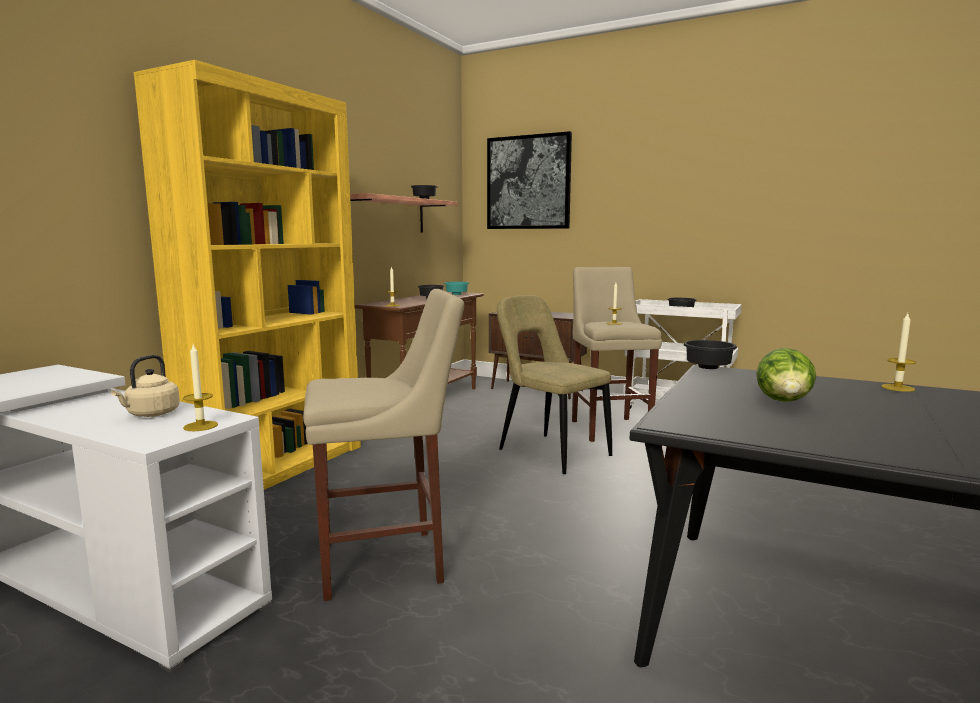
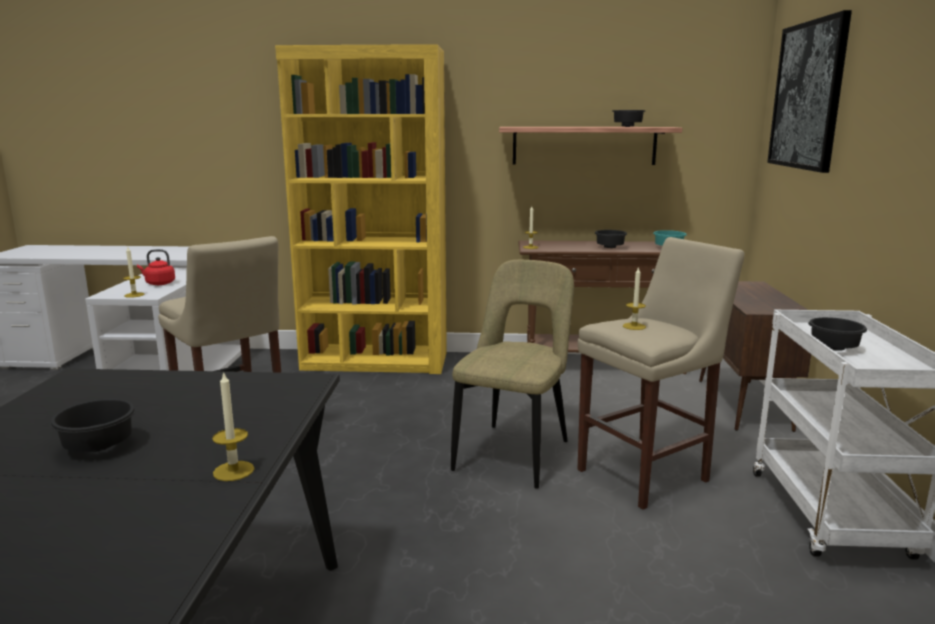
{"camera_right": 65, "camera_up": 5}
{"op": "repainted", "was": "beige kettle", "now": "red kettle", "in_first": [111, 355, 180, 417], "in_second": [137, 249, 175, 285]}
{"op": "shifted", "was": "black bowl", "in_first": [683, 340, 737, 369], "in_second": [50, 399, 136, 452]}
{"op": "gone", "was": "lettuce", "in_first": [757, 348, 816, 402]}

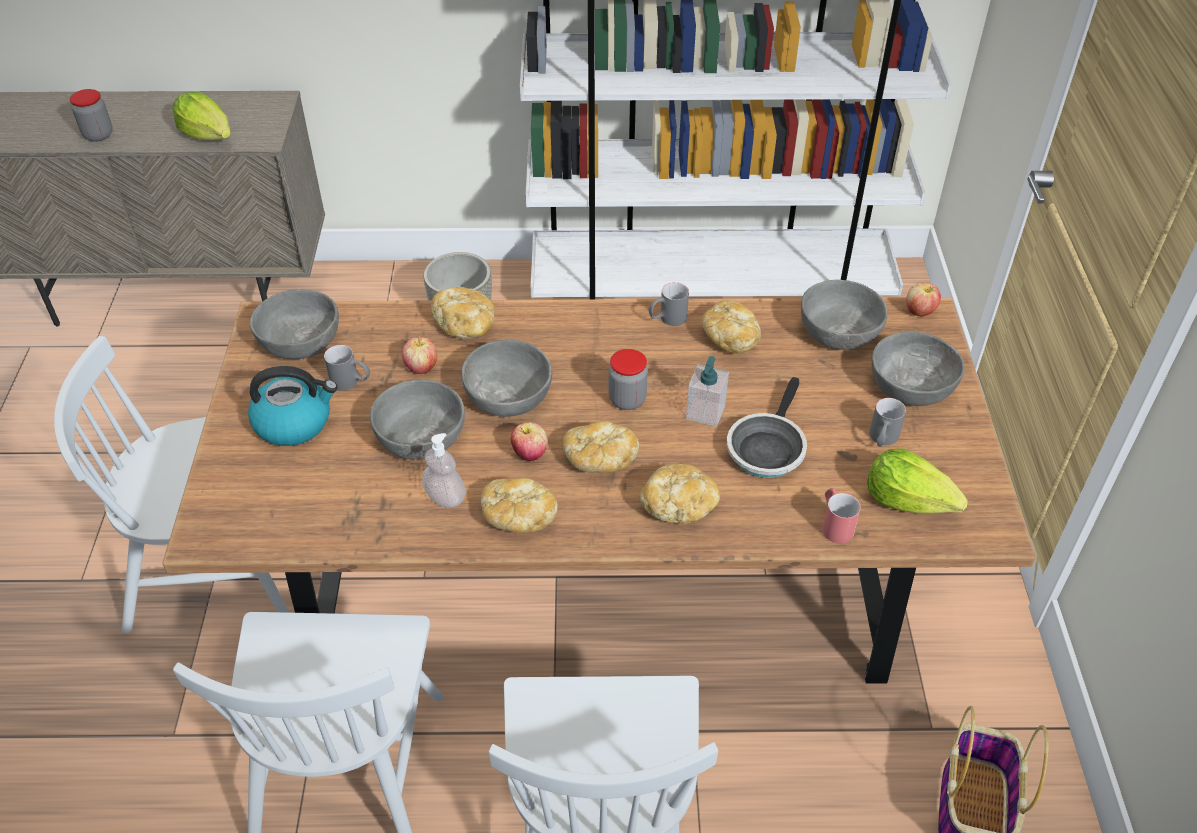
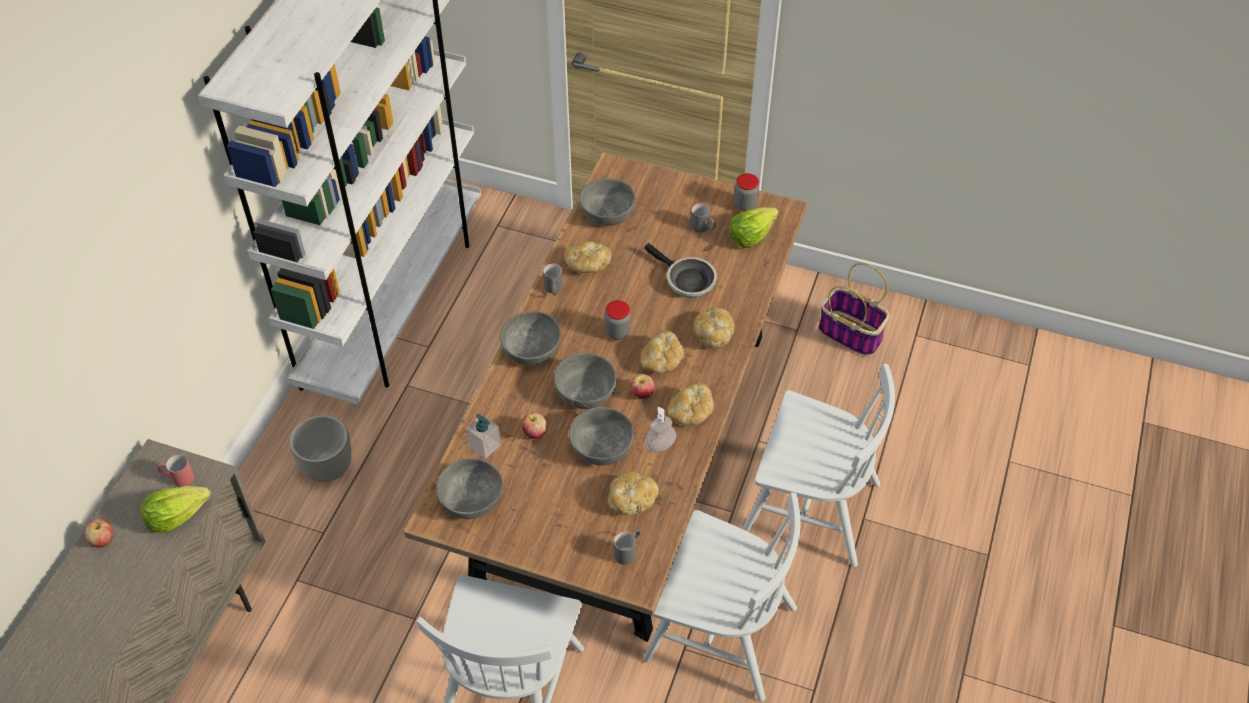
{"camera_right": -70, "camera_up": 5}
{"op": "shifted", "was": "jar", "in_first": [70, 89, 113, 142], "in_second": [734, 173, 759, 211]}
{"op": "gone", "was": "kettle", "in_first": [248, 366, 338, 446]}
{"op": "shifted", "was": "grey mug", "in_first": [324, 345, 370, 391], "in_second": [614, 529, 641, 565]}
{"op": "shifted", "was": "bread", "in_first": [431, 287, 495, 339], "in_second": [608, 472, 659, 515]}
{"op": "shifted", "was": "soap dispenser", "in_first": [686, 356, 729, 427], "in_second": [466, 414, 501, 459]}
{"op": "shifted", "was": "red mug", "in_first": [822, 488, 861, 544], "in_second": [157, 455, 194, 487]}
{"op": "shifted", "was": "grey bowl", "in_first": [871, 332, 965, 406], "in_second": [500, 311, 561, 366]}
{"op": "shifted", "was": "apple", "in_first": [906, 282, 941, 316], "in_second": [85, 519, 113, 548]}

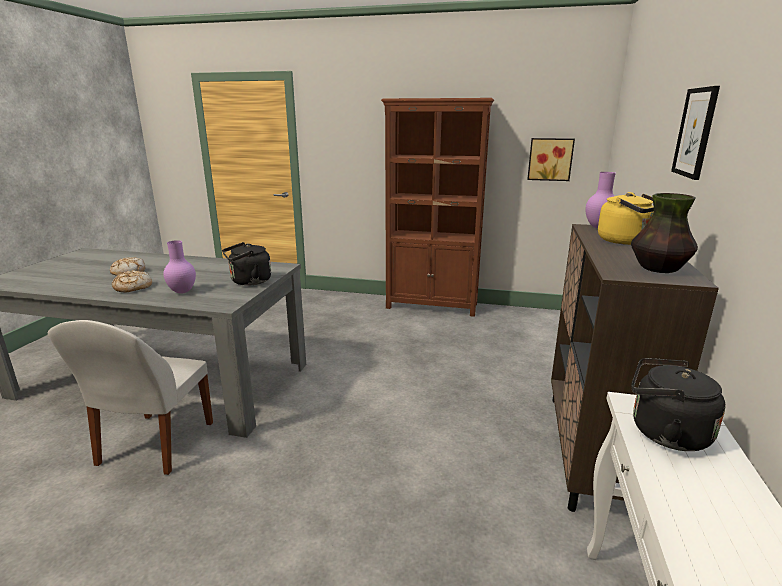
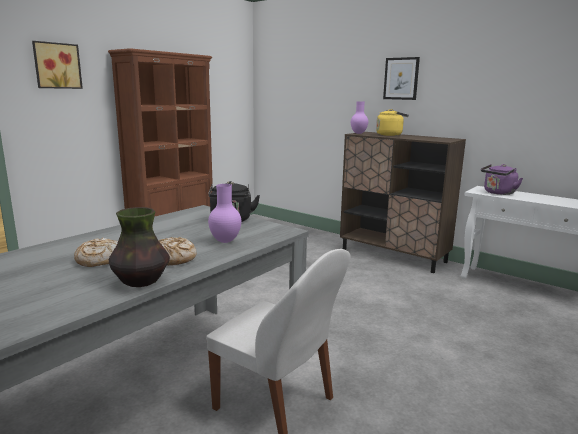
{"camera_right": -65, "camera_up": -5}
{"op": "shifted", "was": "picture", "in_first": [527, 138, 575, 181], "in_second": [32, 41, 83, 89]}
{"op": "shifted", "was": "vase", "in_first": [631, 193, 698, 273], "in_second": [109, 207, 170, 287]}
{"op": "repainted", "was": "black kettle", "now": "purple kettle", "in_first": [631, 358, 726, 451], "in_second": [481, 164, 523, 195]}

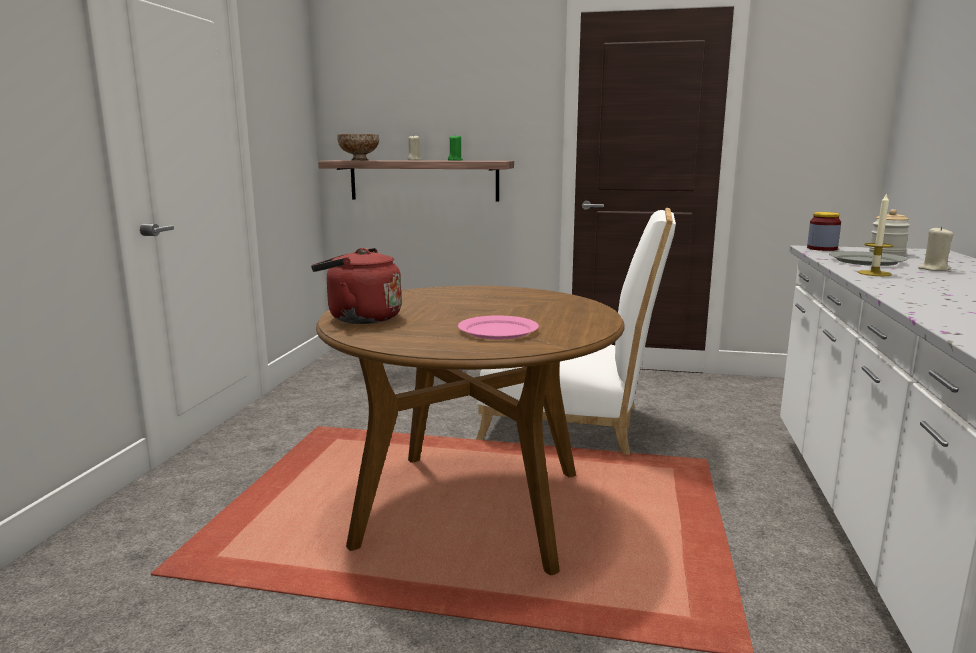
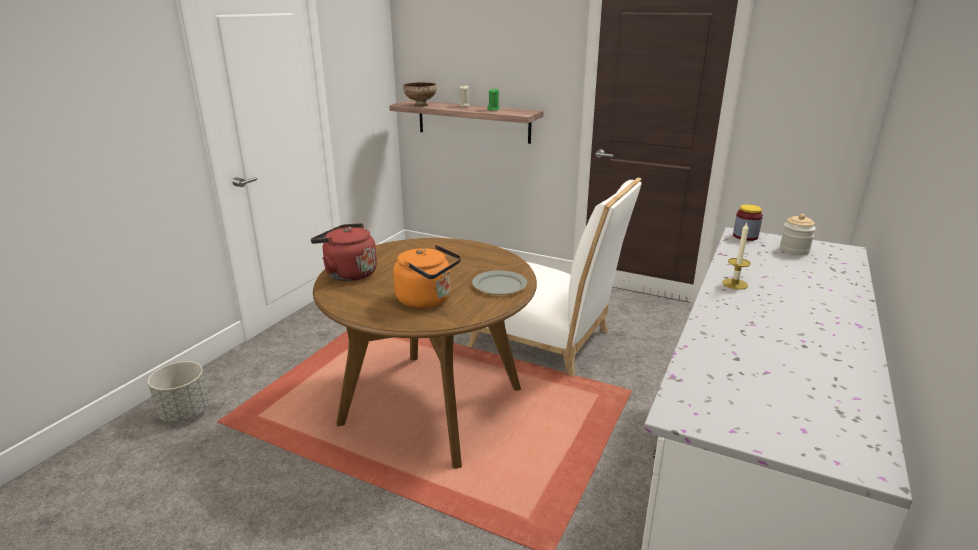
{"camera_right": 15, "camera_up": 10}
{"op": "swapped", "was": "pink plate", "now": "orange kettle", "in_first": [458, 315, 539, 339], "in_second": [393, 245, 461, 308]}
{"op": "shifted", "was": "grey plate", "in_first": [829, 251, 907, 266], "in_second": [472, 270, 527, 295]}
{"op": "gone", "was": "beige candle", "in_first": [918, 226, 954, 271]}
{"op": "new", "now": "grey planter", "in_second": [148, 361, 210, 422]}

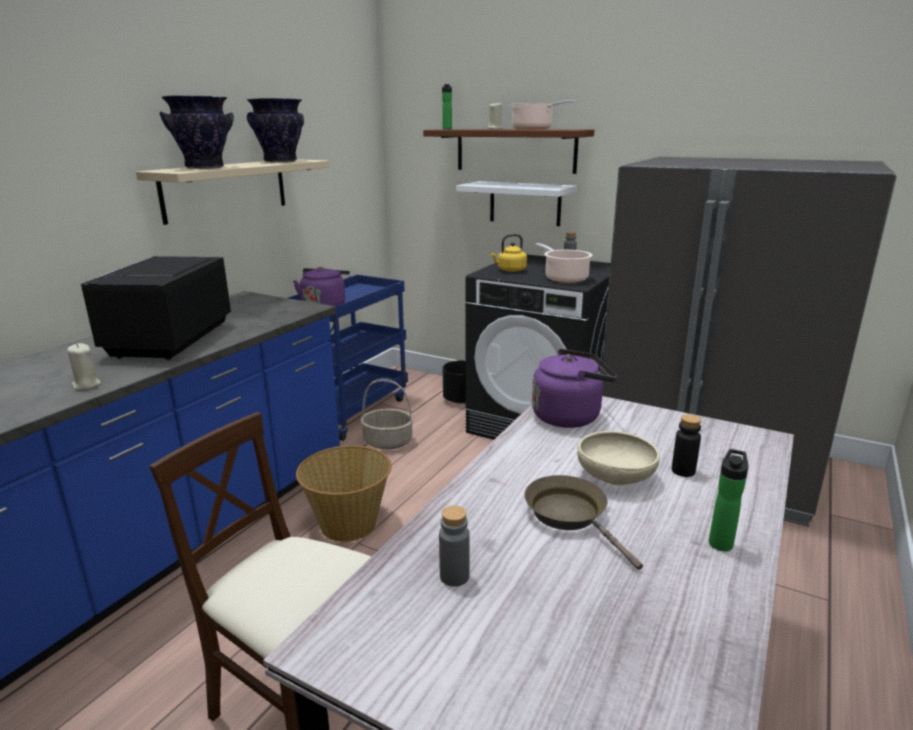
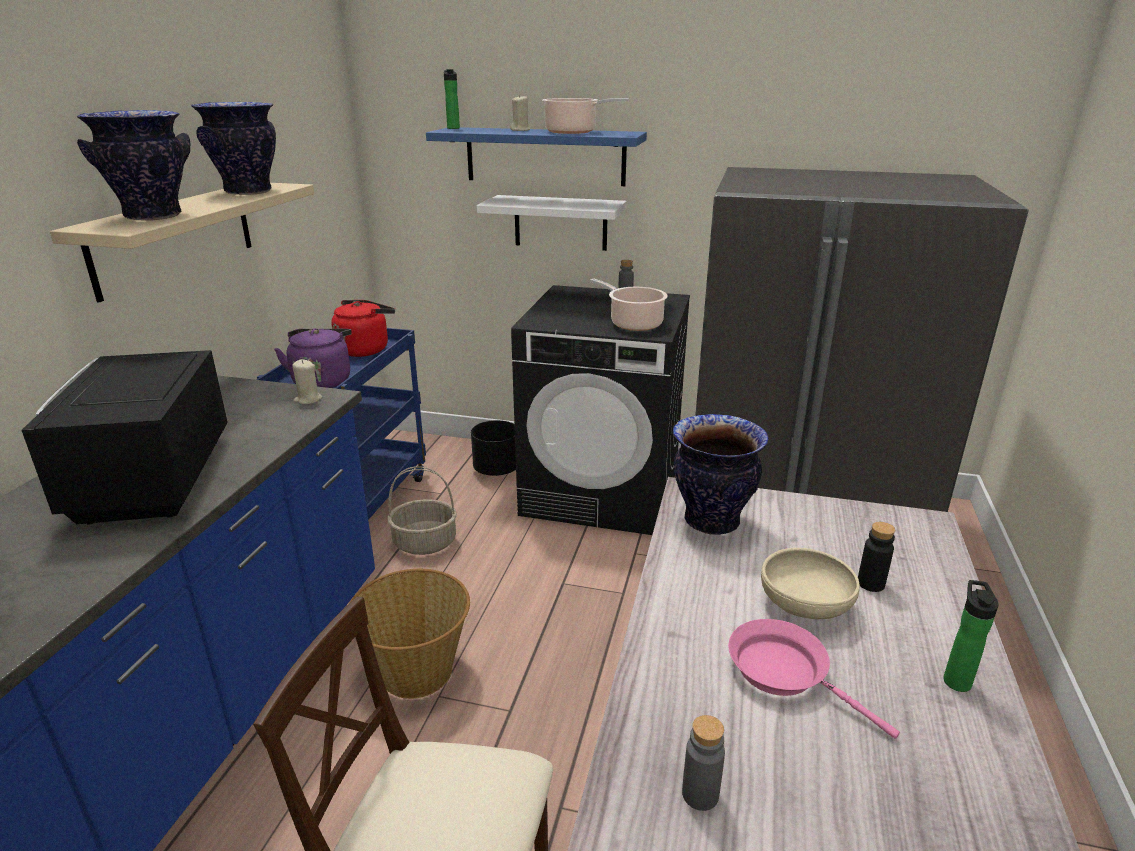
{"camera_right": -15, "camera_up": 5}
{"op": "shifted", "was": "beige candle", "in_first": [67, 343, 101, 390], "in_second": [292, 359, 322, 404]}
{"op": "repainted", "was": "brown shelf", "now": "blue shelf", "in_first": [423, 129, 594, 174], "in_second": [426, 127, 647, 186]}
{"op": "gone", "was": "yellow kettle", "in_first": [490, 234, 527, 272]}
{"op": "repainted", "was": "brown frying pan", "now": "pink frying pan", "in_first": [524, 475, 643, 570], "in_second": [728, 619, 900, 739]}
{"op": "swapped", "was": "purple kettle", "now": "vase", "in_first": [532, 349, 617, 428], "in_second": [673, 414, 769, 535]}
{"op": "new", "now": "red kettle", "in_second": [331, 300, 395, 357]}

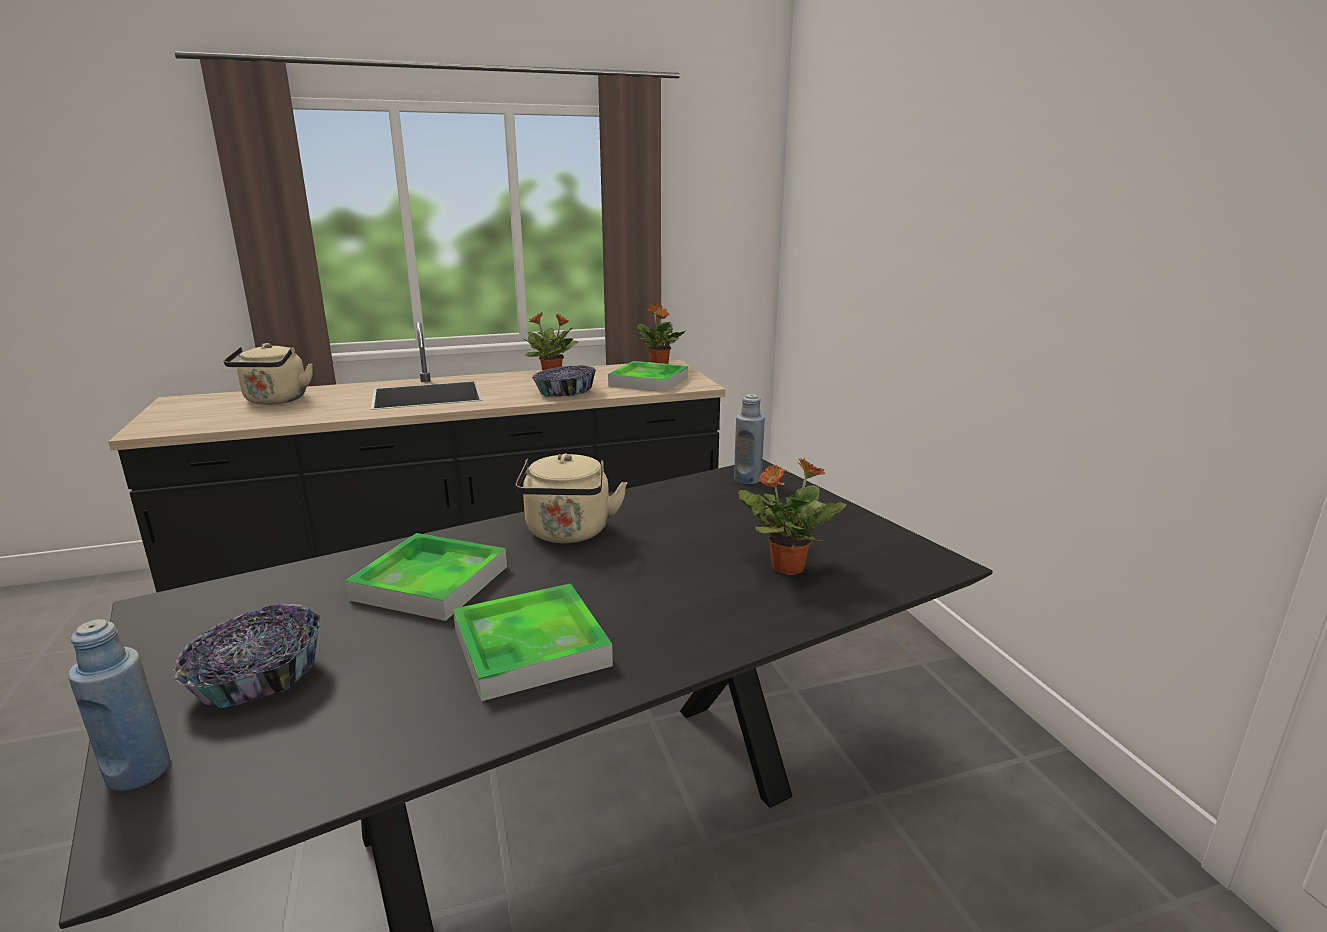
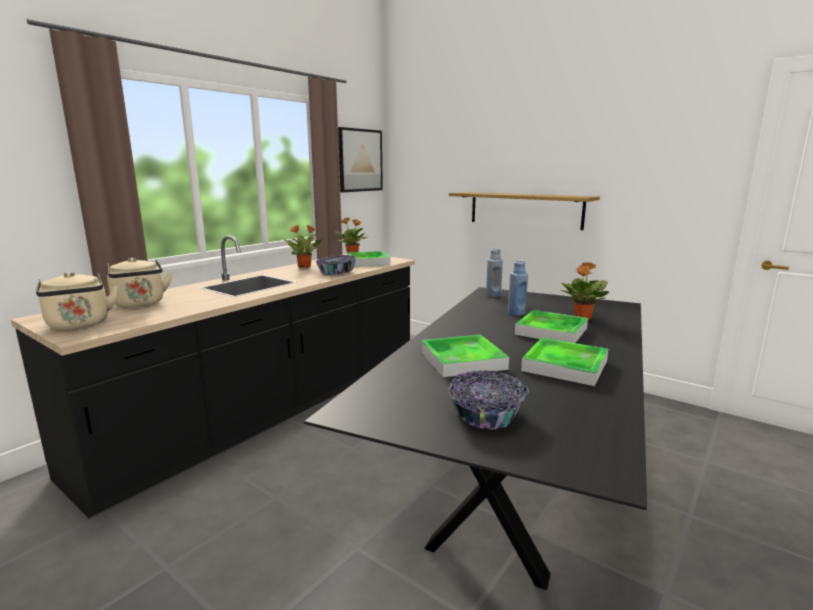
{"camera_right": -35, "camera_up": -5}
{"op": "shifted", "was": "blue bottle", "in_first": [68, 619, 170, 792], "in_second": [508, 260, 528, 315]}
{"op": "shifted", "was": "beige kettle", "in_first": [515, 453, 627, 543], "in_second": [36, 272, 118, 330]}
{"op": "new", "now": "picture", "in_second": [338, 127, 383, 192]}
{"op": "new", "now": "shelf", "in_second": [449, 192, 600, 230]}
{"op": "new", "now": "tray", "in_second": [515, 310, 588, 343]}

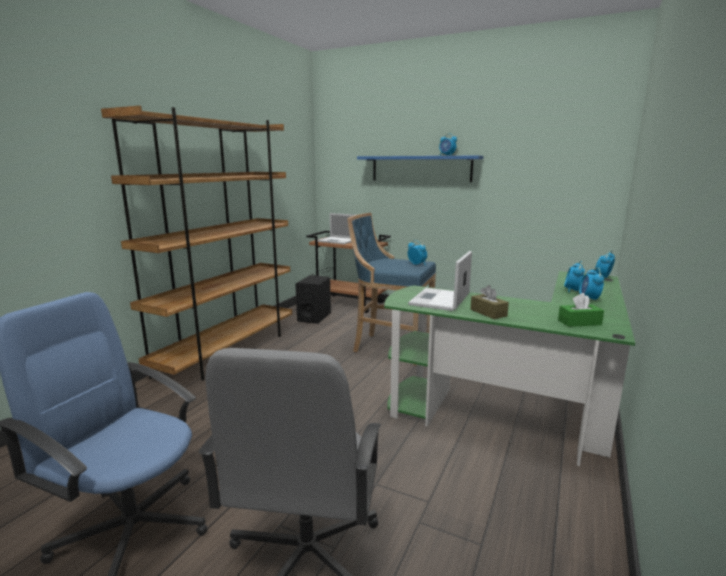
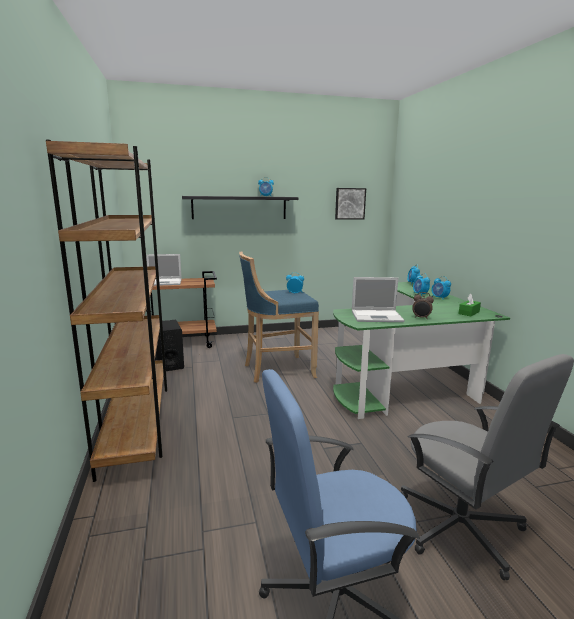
{"camera_right": -40, "camera_up": 0}
{"op": "repainted", "was": "blue shelf", "now": "black shelf", "in_first": [357, 156, 483, 182], "in_second": [182, 196, 298, 219]}
{"op": "rotated", "was": "laptop", "in_first": [408, 251, 472, 311], "in_second": [352, 277, 405, 322], "clockwise": -75}
{"op": "swapped", "was": "brown tissue box", "now": "alarm clock", "in_first": [470, 285, 509, 319], "in_second": [412, 292, 434, 318]}
{"op": "new", "now": "picture", "in_second": [335, 188, 366, 219]}

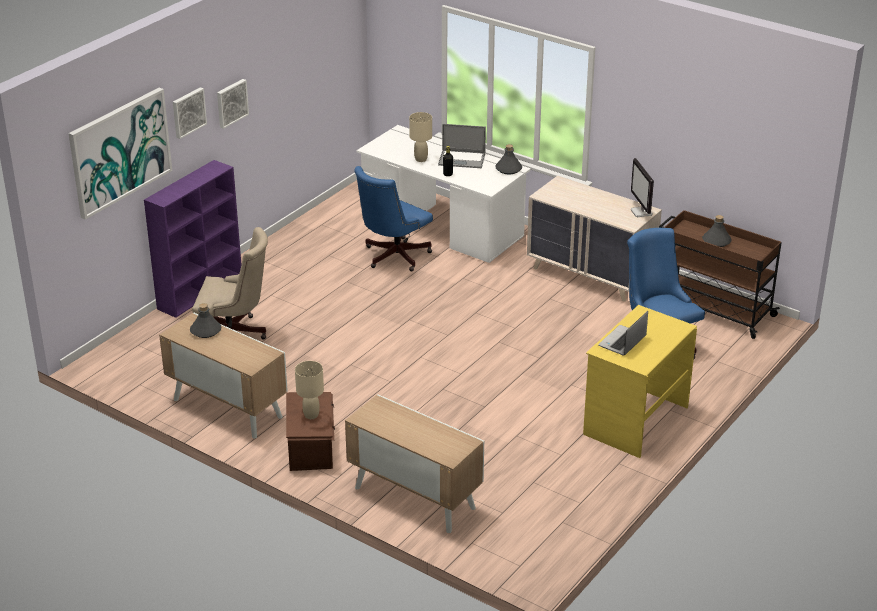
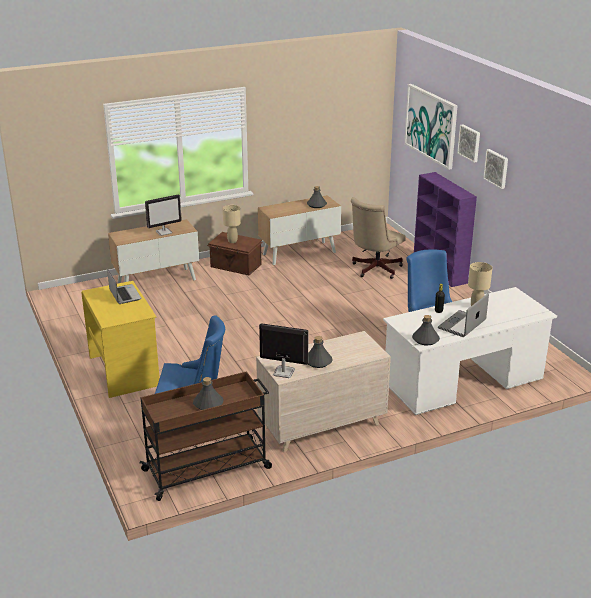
{"camera_right": 120, "camera_up": -5}
{"op": "new", "now": "monitor", "in_second": [145, 194, 182, 236]}
{"op": "new", "now": "grey bottle", "in_second": [308, 336, 332, 368]}

